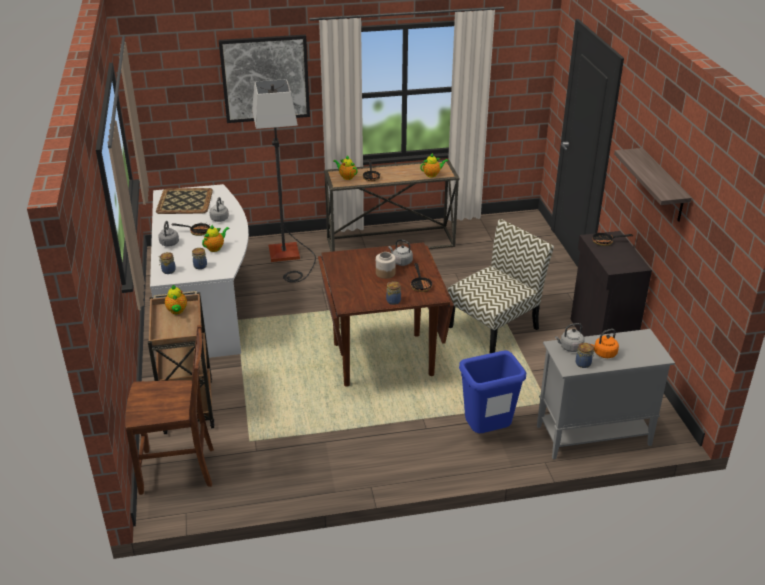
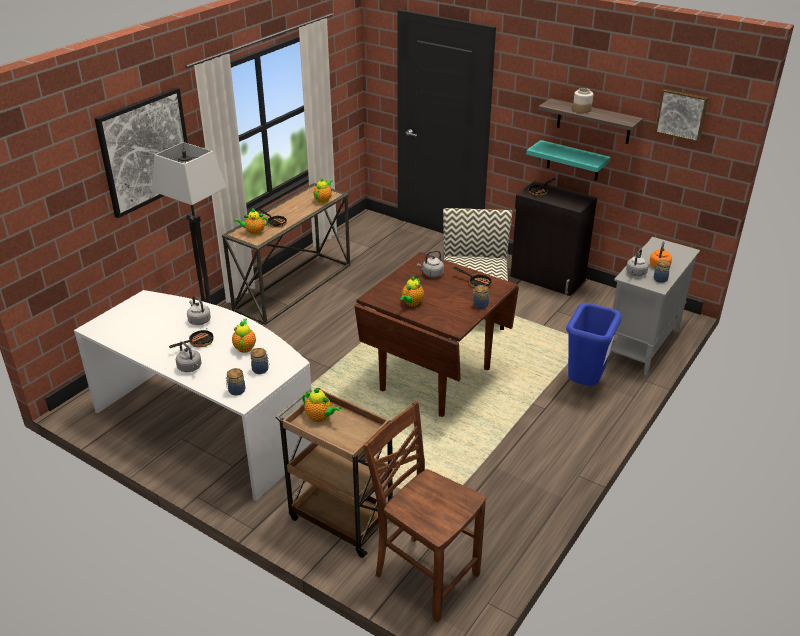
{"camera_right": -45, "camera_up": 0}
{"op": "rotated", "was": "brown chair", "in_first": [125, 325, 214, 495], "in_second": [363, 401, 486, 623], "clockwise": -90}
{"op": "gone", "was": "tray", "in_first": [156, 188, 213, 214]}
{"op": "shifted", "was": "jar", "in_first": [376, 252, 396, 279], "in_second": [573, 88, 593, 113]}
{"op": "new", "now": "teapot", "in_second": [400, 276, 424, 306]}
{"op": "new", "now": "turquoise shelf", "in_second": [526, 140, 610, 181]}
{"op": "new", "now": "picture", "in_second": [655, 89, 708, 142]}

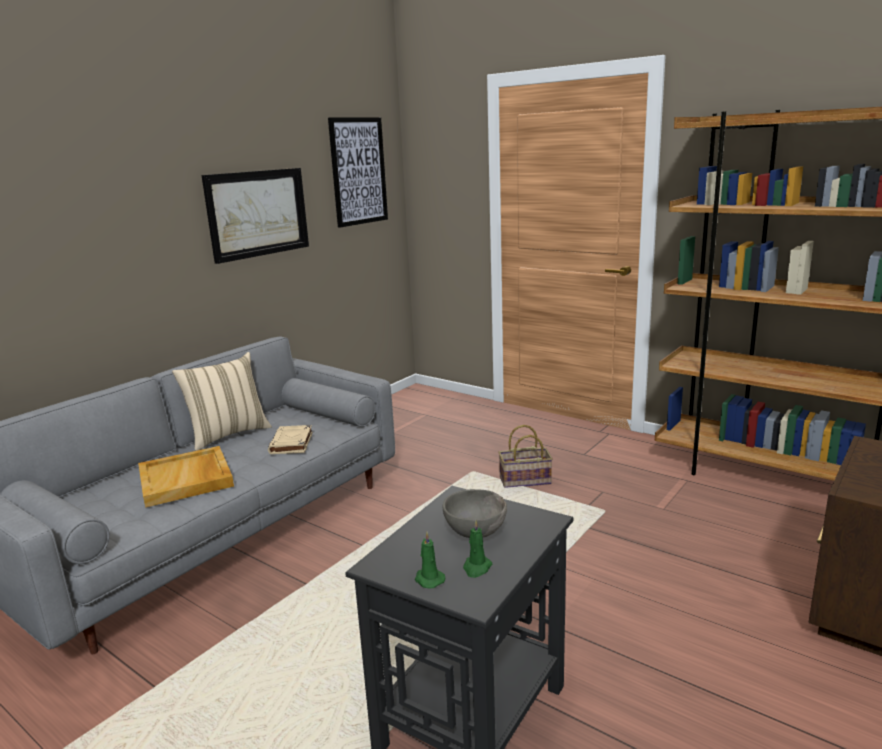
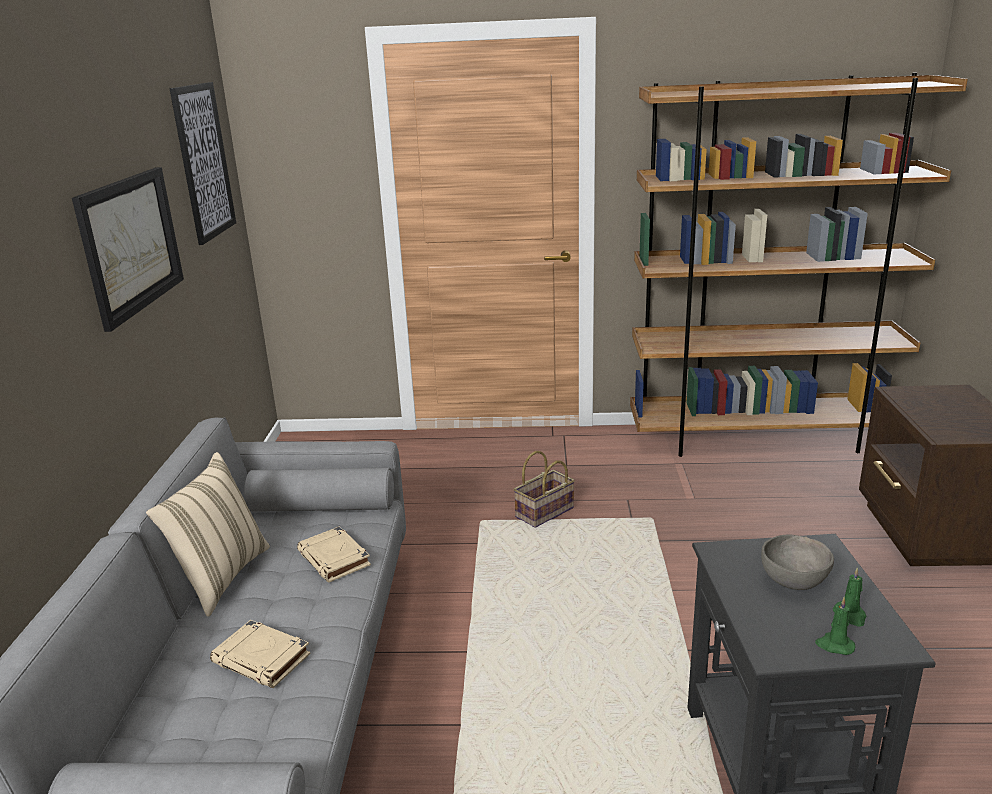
{"camera_right": -35, "camera_up": 5}
{"op": "swapped", "was": "beige tray", "now": "beige book", "in_first": [138, 446, 234, 508], "in_second": [210, 620, 311, 688]}

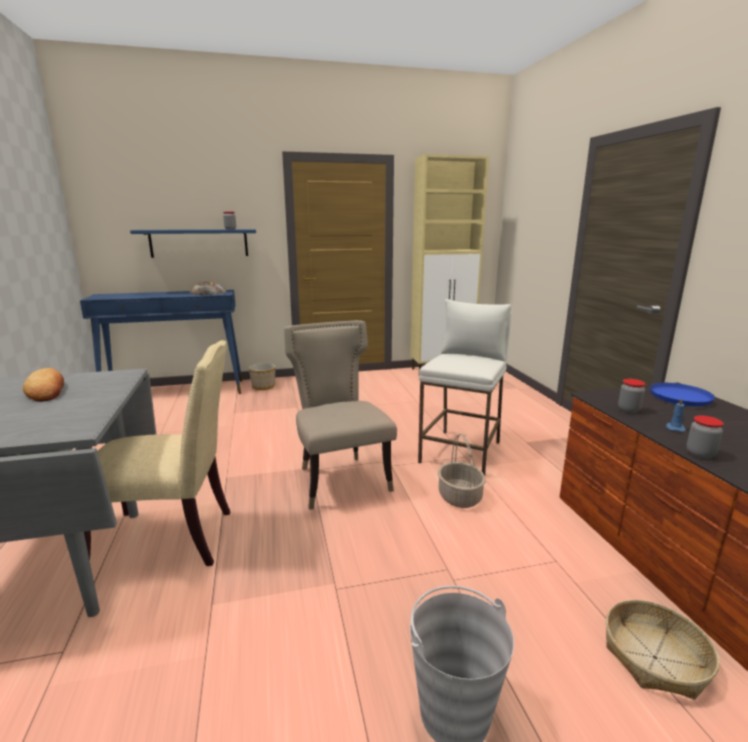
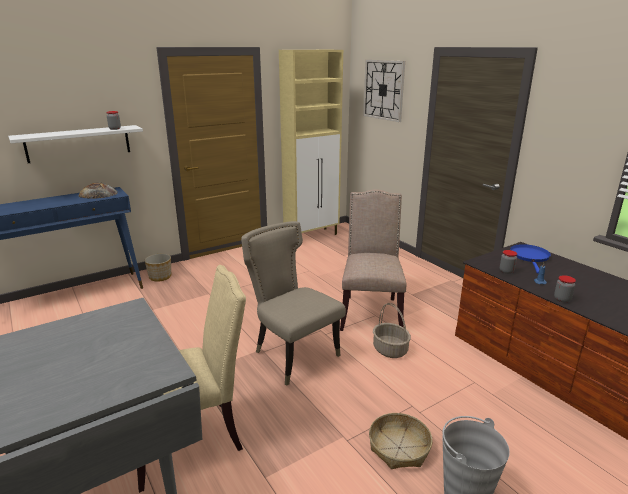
{"camera_right": -20, "camera_up": 5}
{"op": "gone", "was": "bread", "in_first": [23, 368, 64, 402]}
{"op": "repainted", "was": "blue shelf", "now": "white shelf", "in_first": [130, 229, 256, 258], "in_second": [8, 125, 143, 163]}
{"op": "swapped", "was": "white stool", "now": "beige chair", "in_first": [418, 299, 511, 475], "in_second": [340, 189, 407, 331]}
{"op": "shifted", "was": "basket", "in_first": [606, 600, 719, 699], "in_second": [369, 413, 433, 469]}
{"op": "new", "now": "wall clock", "in_second": [363, 60, 405, 122]}

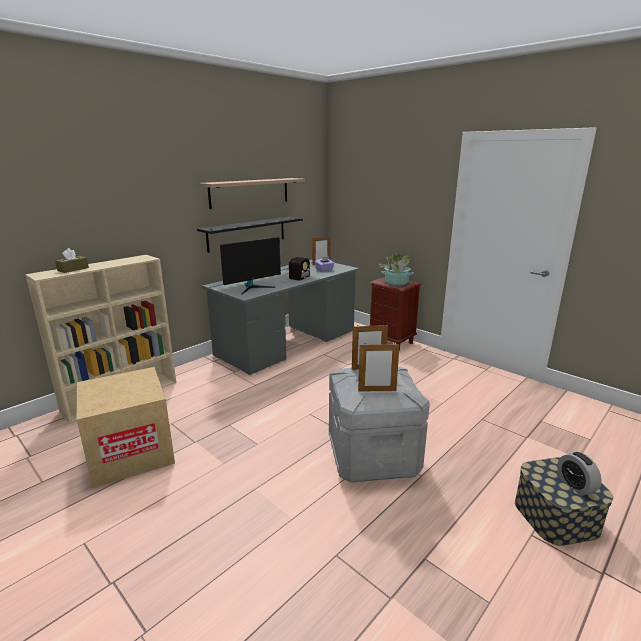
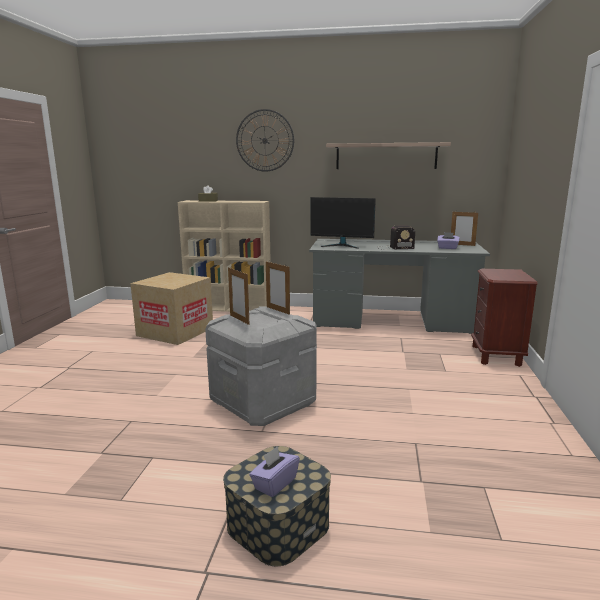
{"camera_right": 55, "camera_up": -5}
{"op": "gone", "was": "black shelf", "in_first": [197, 216, 303, 253]}
{"op": "gone", "was": "potted plant", "in_first": [379, 253, 414, 286]}
{"op": "swapped", "was": "alarm clock", "now": "purple tissue box", "in_first": [557, 452, 602, 496], "in_second": [249, 446, 300, 497]}
{"op": "new", "now": "wall clock", "in_second": [236, 109, 294, 172]}

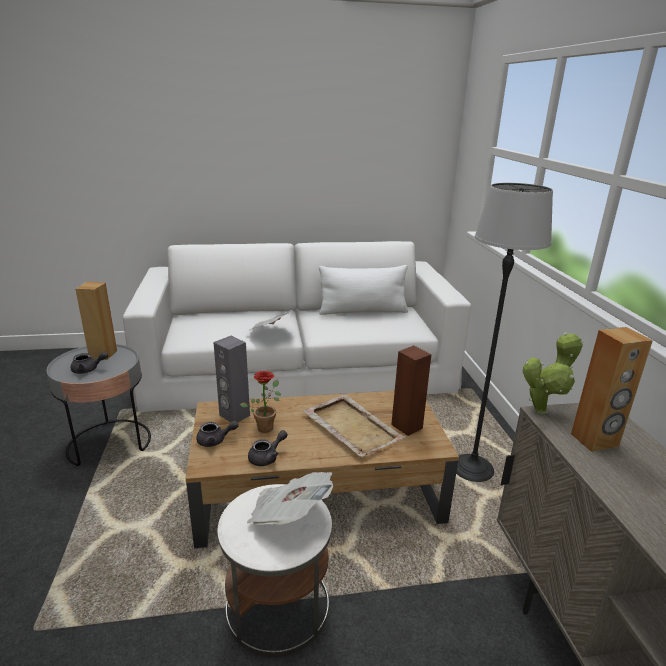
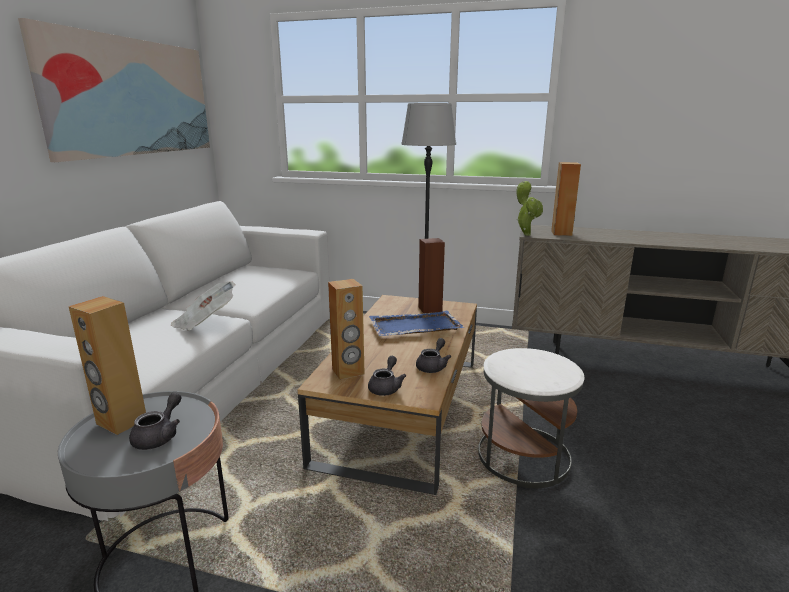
{"camera_right": -65, "camera_up": -5}
{"op": "repainted", "was": "grey speaker", "now": "brown speaker", "in_first": [213, 336, 250, 422], "in_second": [328, 279, 365, 380]}
{"op": "gone", "was": "potted plant", "in_first": [240, 371, 281, 433]}
{"op": "gone", "was": "newspaper", "in_first": [247, 472, 333, 525]}
{"op": "rotated", "was": "grey teapot", "in_first": [248, 430, 287, 466], "in_second": [416, 338, 451, 373], "clockwise": 45}
{"op": "repainted", "was": "beige tray", "now": "blue tray", "in_first": [303, 394, 406, 457], "in_second": [369, 311, 465, 336]}
{"op": "gone", "was": "white pillow", "in_first": [319, 265, 408, 315]}
{"op": "new", "now": "picture", "in_second": [18, 18, 210, 162]}

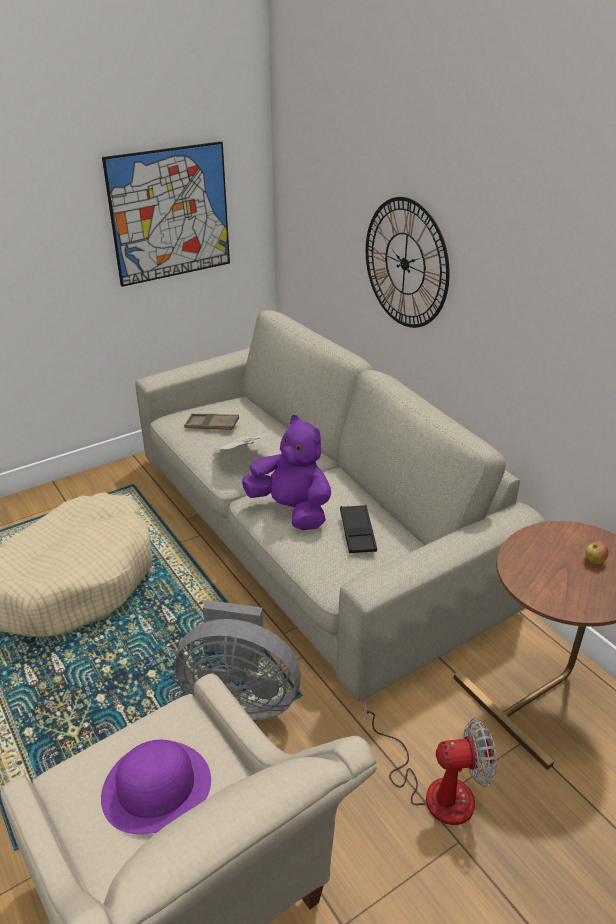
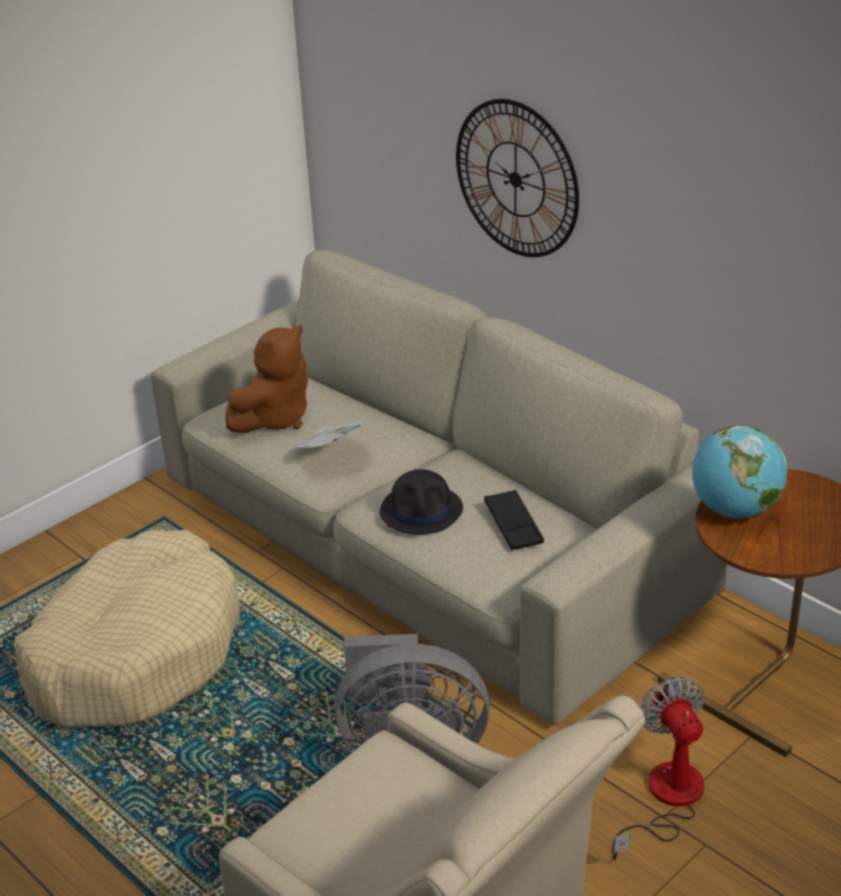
{"camera_right": -10, "camera_up": 0}
{"op": "gone", "was": "purple hat", "in_first": [101, 740, 211, 835]}
{"op": "gone", "was": "picture", "in_first": [102, 141, 230, 287]}
{"op": "swapped", "was": "brown tray", "now": "brown plush toy", "in_first": [184, 413, 239, 430], "in_second": [225, 325, 308, 433]}
{"op": "swapped", "was": "purple plush toy", "now": "black hat", "in_first": [242, 415, 331, 530], "in_second": [380, 469, 463, 535]}
{"op": "rotated", "was": "fan", "in_first": [364, 700, 497, 825], "in_second": [612, 677, 704, 860], "clockwise": -90}
{"op": "gone", "was": "apple", "in_first": [585, 541, 609, 564]}
{"op": "new", "now": "globe", "in_second": [692, 425, 787, 518]}

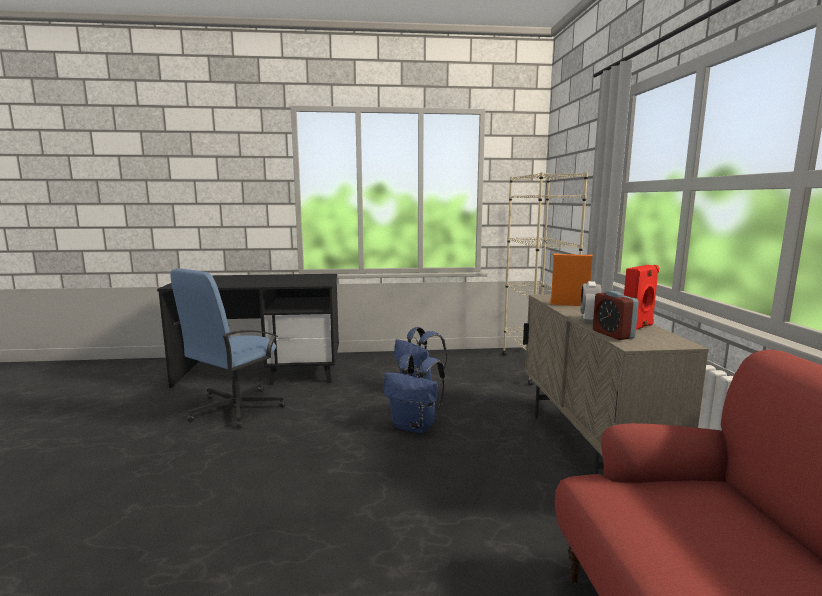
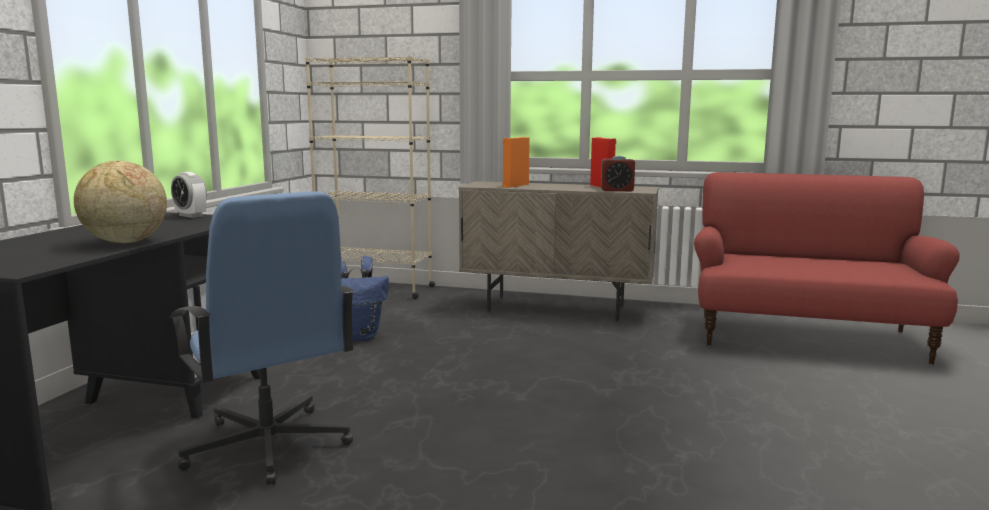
{"camera_right": -70, "camera_up": 0}
{"op": "gone", "was": "blue backpack", "in_first": [383, 354, 445, 433]}
{"op": "shifted", "was": "alarm clock", "in_first": [580, 281, 601, 323], "in_second": [171, 172, 207, 218]}
{"op": "new", "now": "globe", "in_second": [74, 161, 167, 243]}

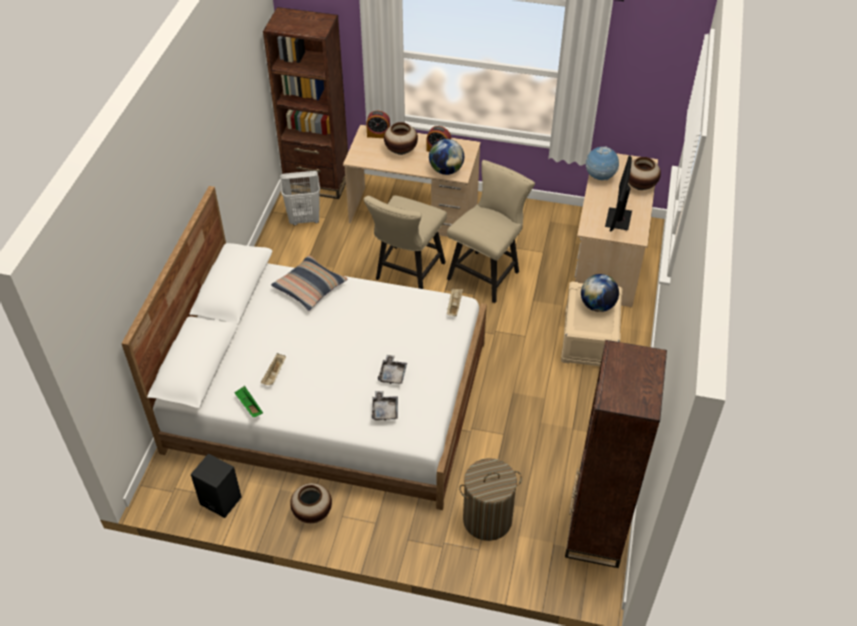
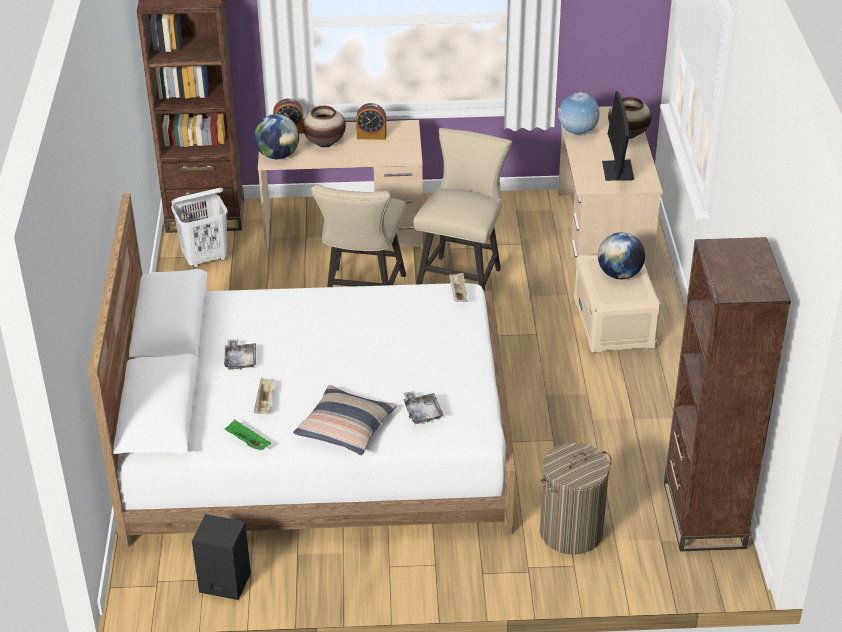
{"camera_right": -15, "camera_up": -10}
{"op": "shifted", "was": "pillow", "in_first": [271, 255, 348, 311], "in_second": [293, 385, 396, 455]}
{"op": "gone", "was": "vase", "in_first": [290, 483, 332, 523]}
{"op": "shifted", "was": "grey tray", "in_first": [378, 355, 407, 384], "in_second": [224, 339, 256, 370]}
{"op": "shifted", "was": "globe", "in_first": [429, 139, 464, 175], "in_second": [254, 114, 299, 159]}

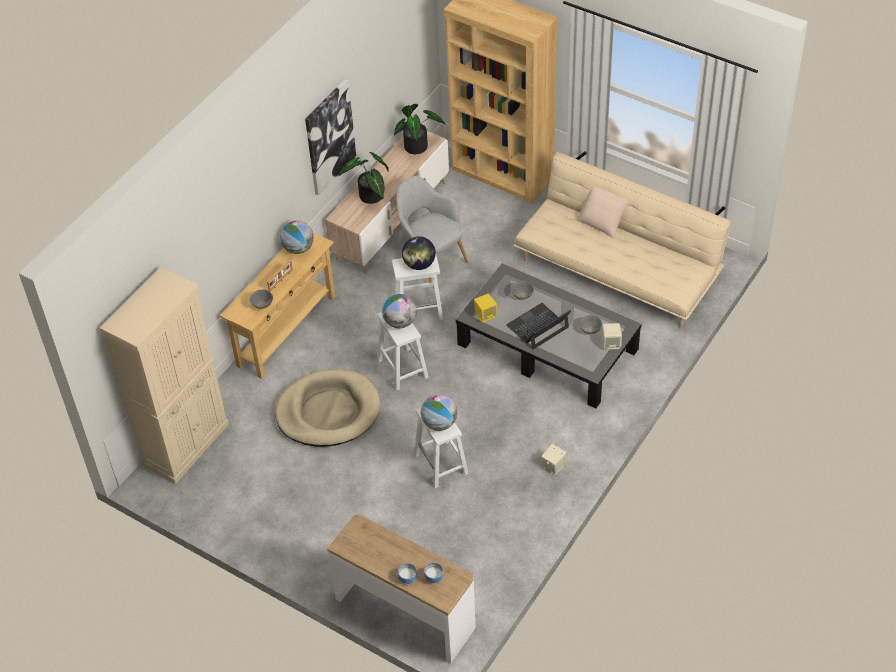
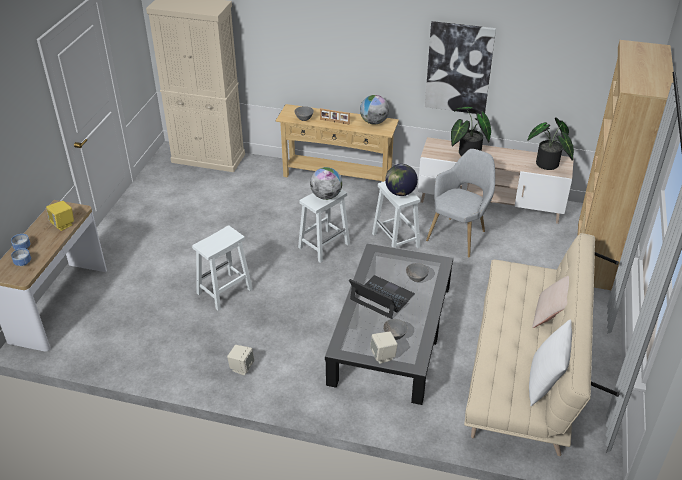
{"camera_right": 70, "camera_up": -10}
{"op": "gone", "was": "beige dog bed", "in_first": [275, 369, 380, 447]}
{"op": "gone", "was": "globe", "in_first": [421, 394, 457, 431]}
{"op": "shifted", "was": "yellow speaker", "in_first": [474, 294, 498, 323], "in_second": [46, 201, 74, 231]}
{"op": "new", "now": "white pillow", "in_second": [529, 320, 572, 406]}

